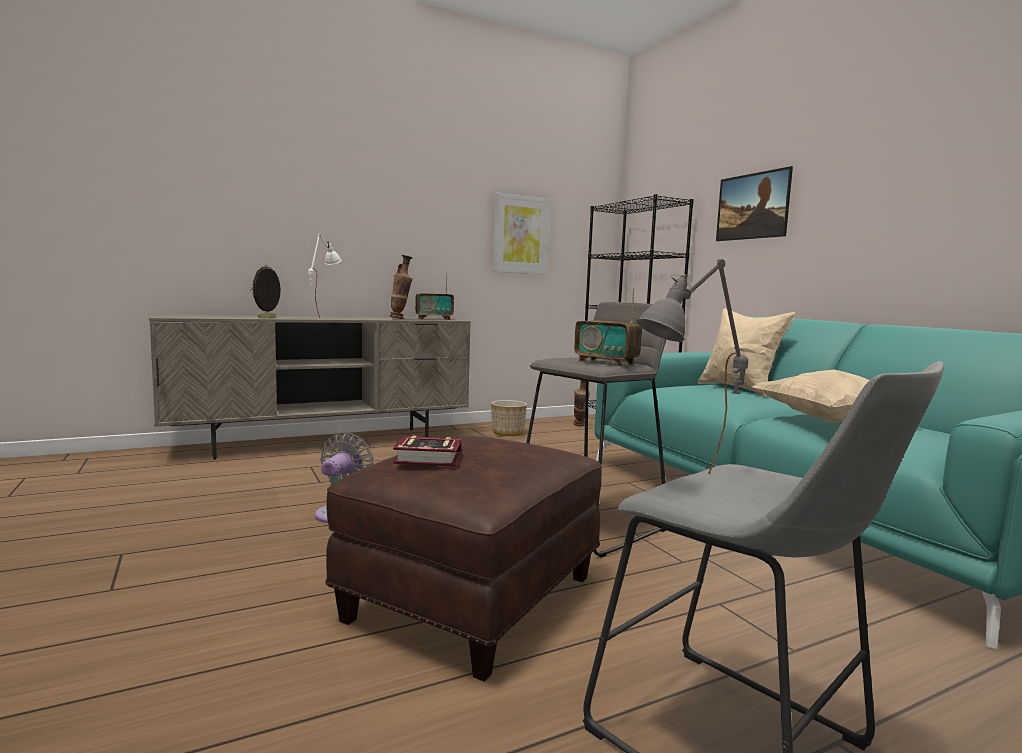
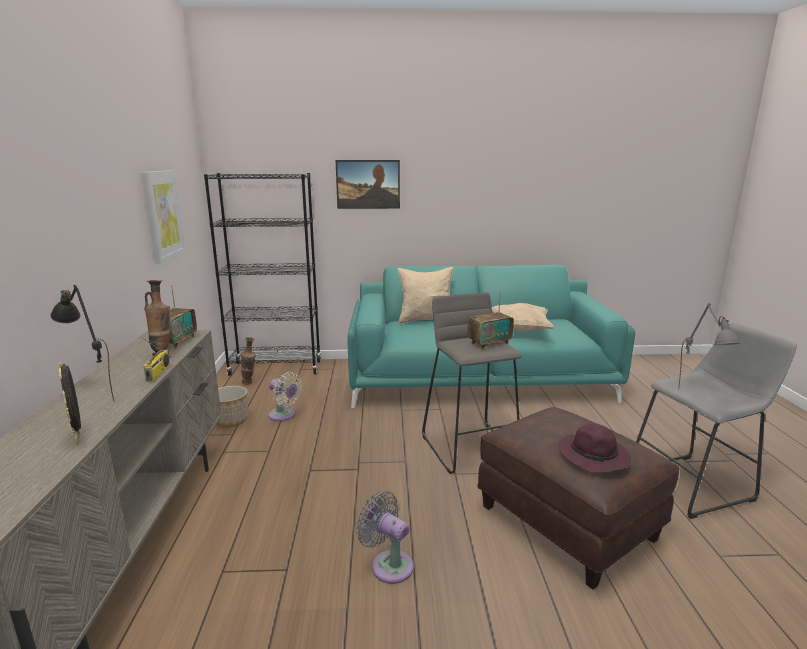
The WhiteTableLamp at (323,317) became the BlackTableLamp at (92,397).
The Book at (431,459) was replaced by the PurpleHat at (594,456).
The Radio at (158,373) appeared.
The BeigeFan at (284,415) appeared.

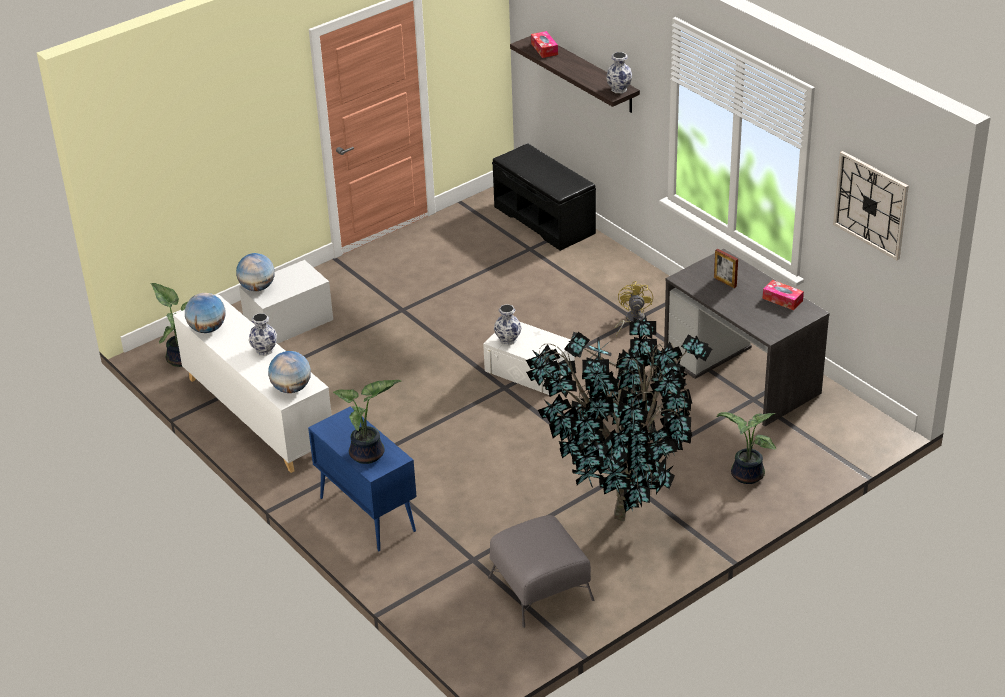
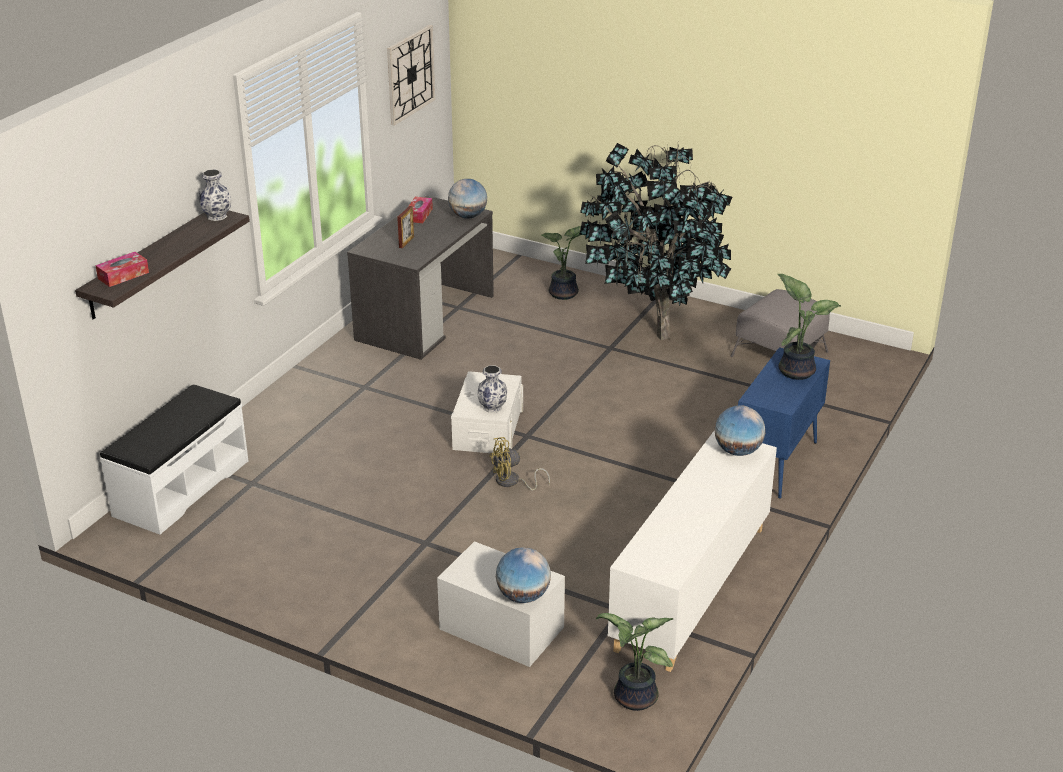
The Globe moved from (207,329) to (468,216).
The Vase at (264,350) disappeared.
The BlackBench at (545,220) became the WhiteBench at (180,487).
The YellowFan moved from (631,320) to (512,482).

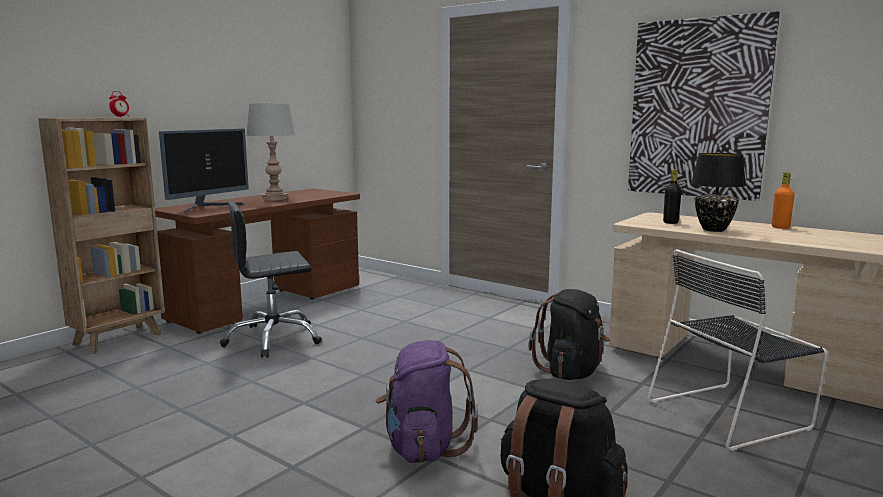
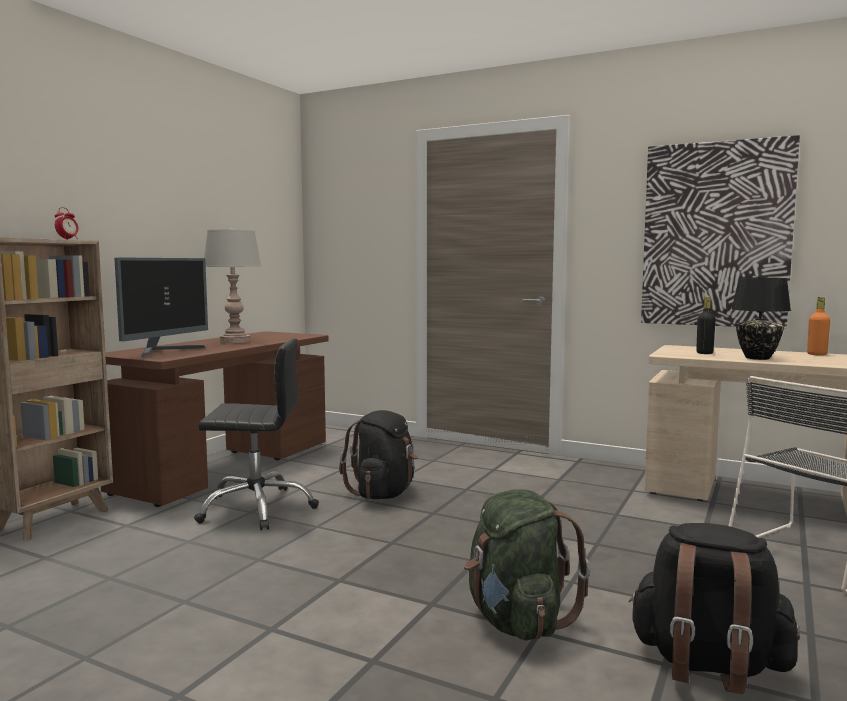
The BlackOfficeChair at (273,339) turned 150 degrees counterclockwise.
The PurpleBackpack at (423,447) became the GreenBackpack at (517,621).
The BlackBackpack moved from (571,372) to (383,494).

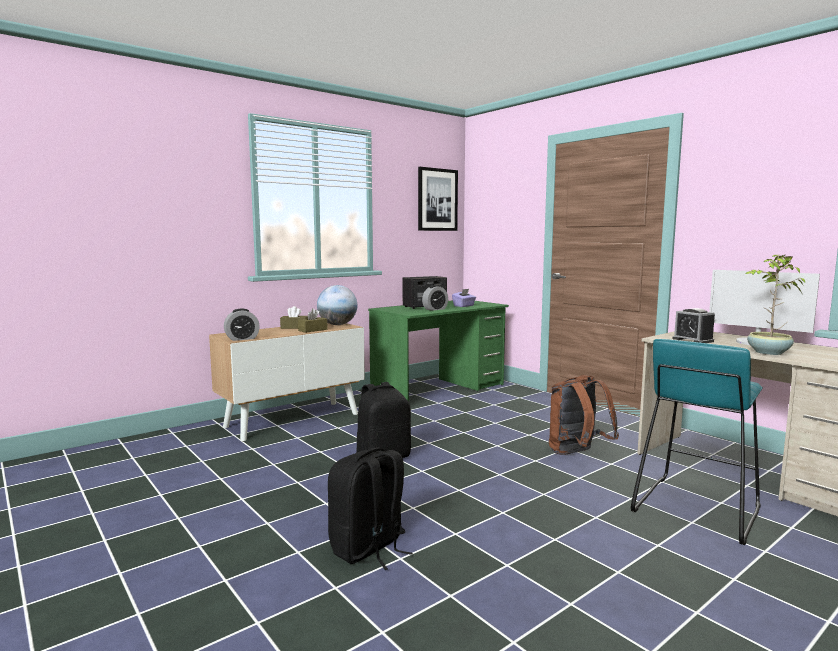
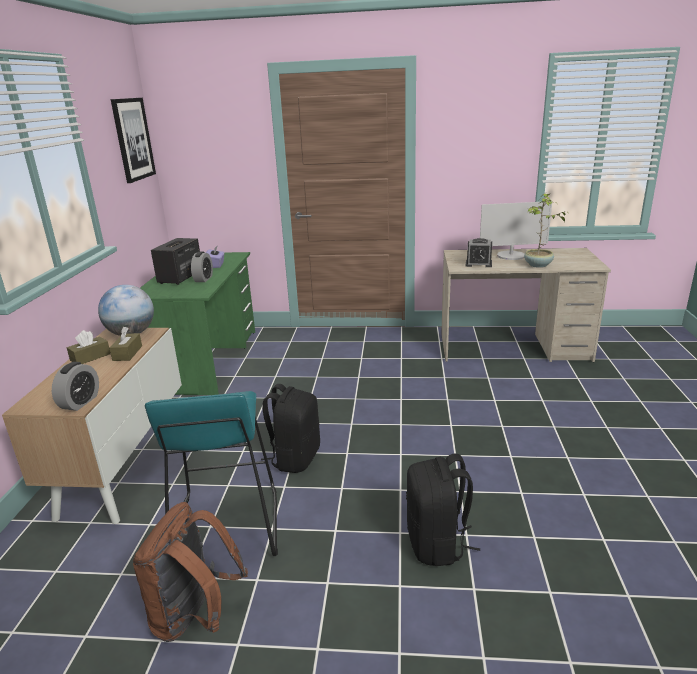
The BrownBackpack moved from (577,454) to (195,617).
The TurquoiseStool moved from (695,508) to (226,526).

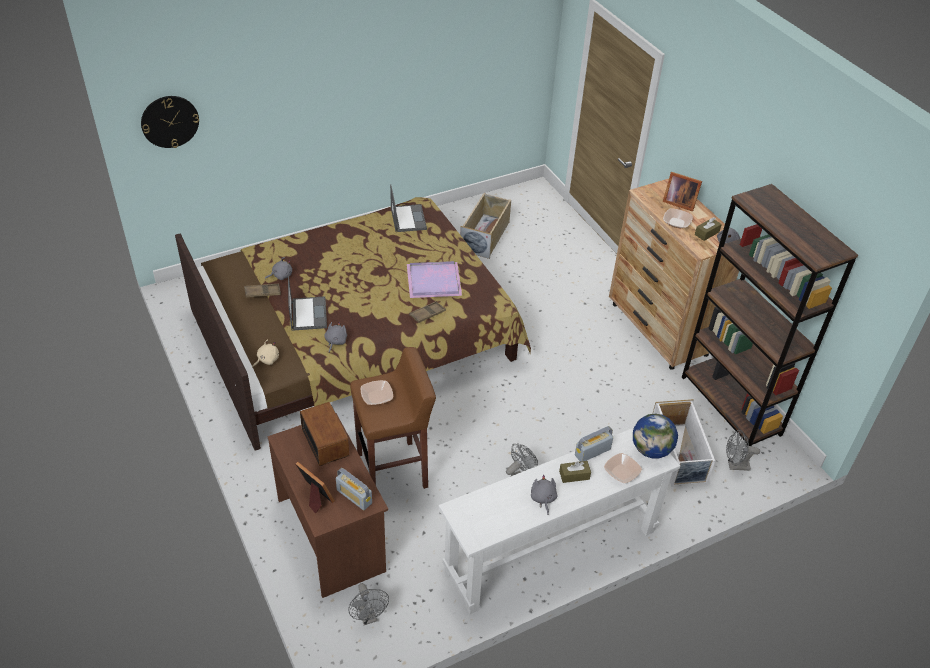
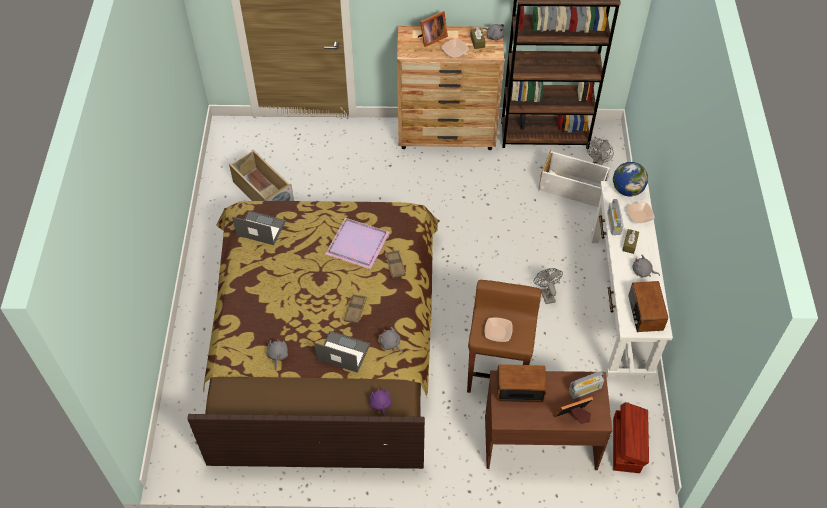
The WallClock at (170,121) disappeared.
The BrownTray moved from (262,292) to (355,310).
The BeigePlushToy at (267,360) became the PurplePlushToy at (380,405).
The GreyFan at (368,617) was replaced by the BrownStorageBox at (627,444).
The Radio at (644,313) appeared.

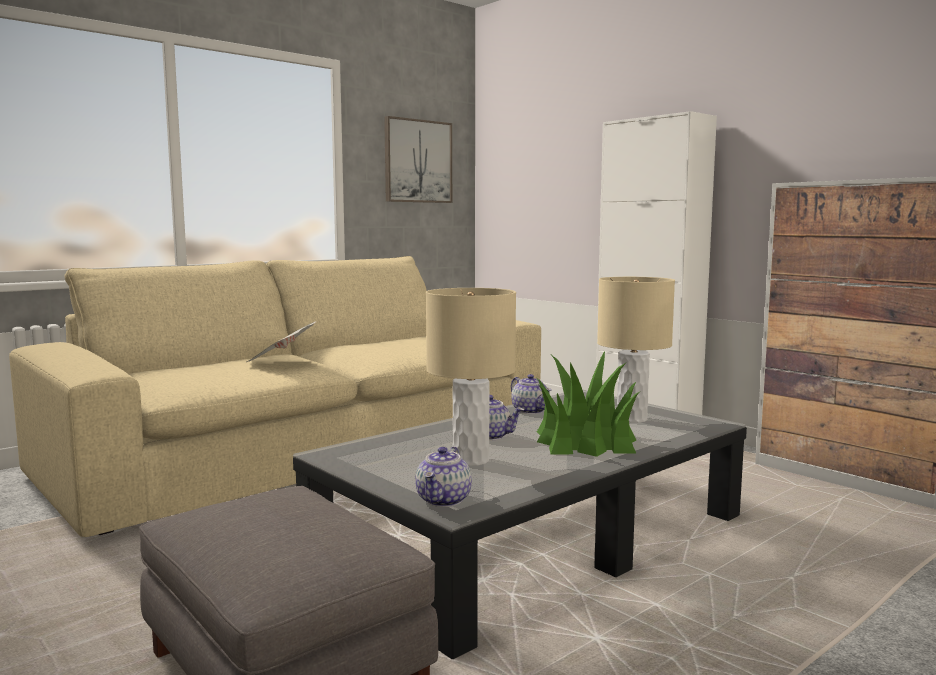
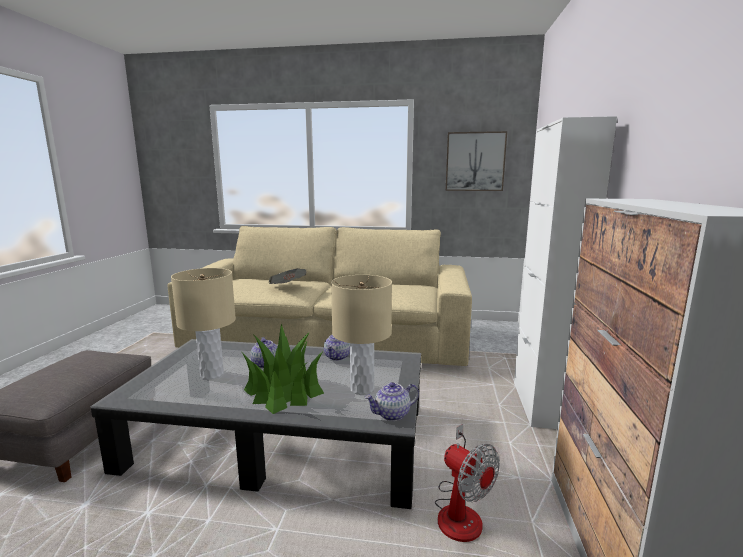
The Teapot moved from (444,500) to (392,414).
The Fan at (460,511) appeared.

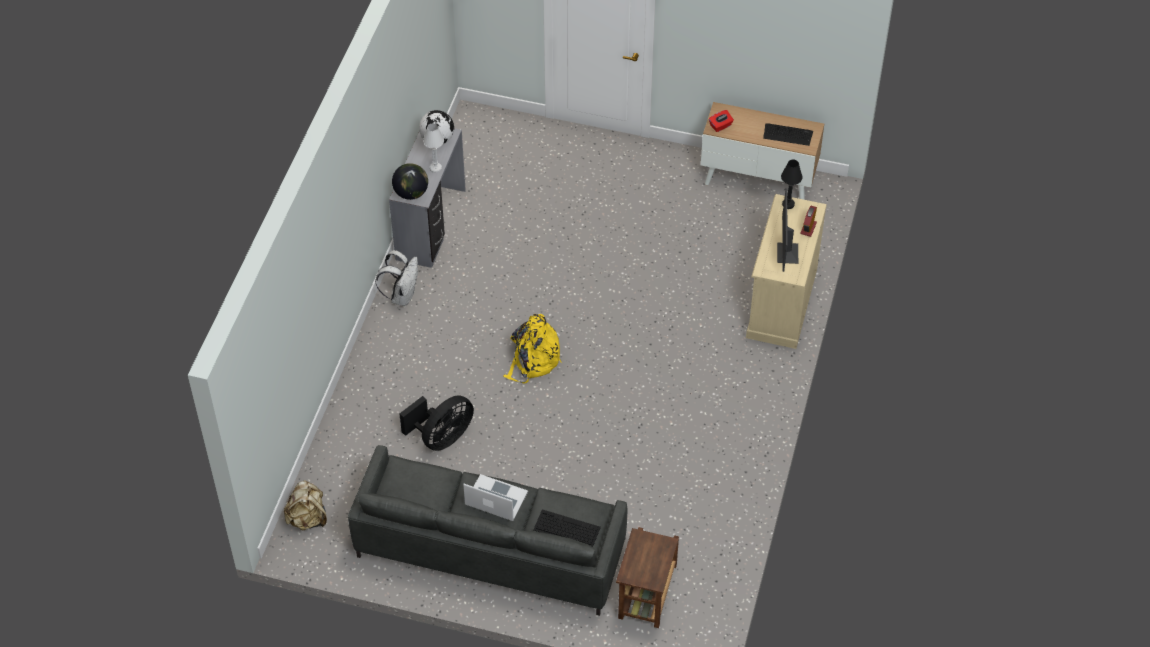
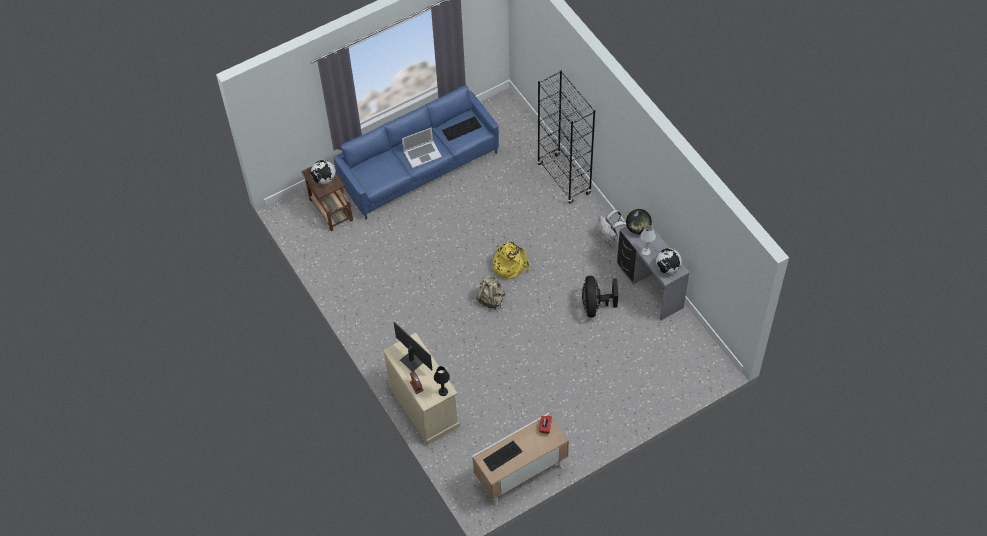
The BeigeBackpack moved from (307,518) to (491,299).
The GreySofa at (490,548) became the BlueSofa at (420,169).
The BlackFan moved from (442,437) to (595,306).
The Keyboard moved from (566,528) to (462,128).
The Globe at (324,179) appeared.
The BlackBookcase at (564,179) appeared.

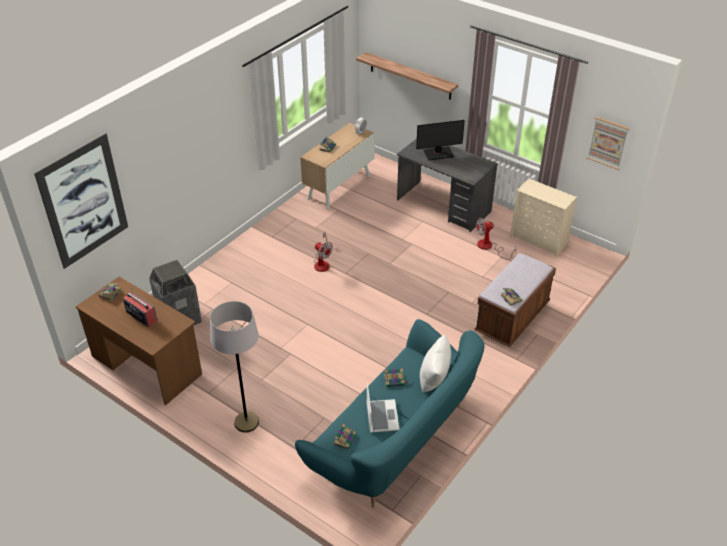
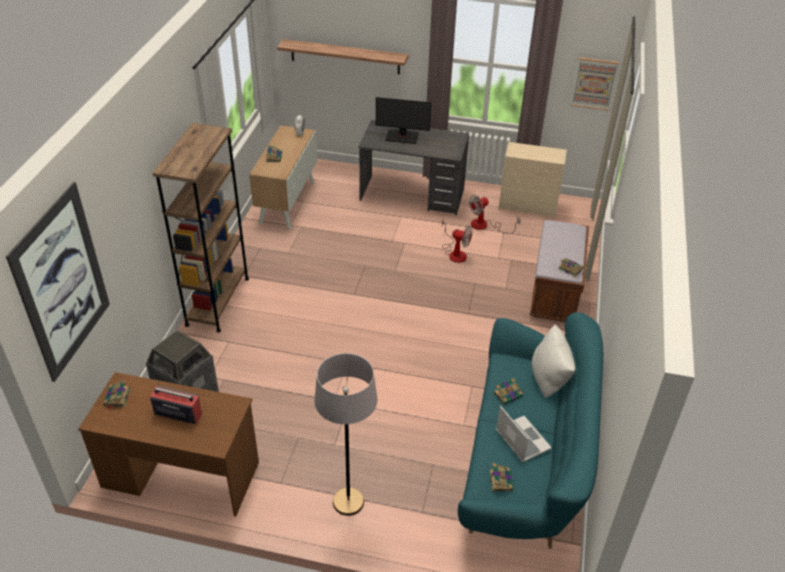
The Fan moved from (322,262) to (455,253).
The Monitor at (438,153) turned 45 degrees clockwise.
The BrownBookcase at (218,301) appeared.

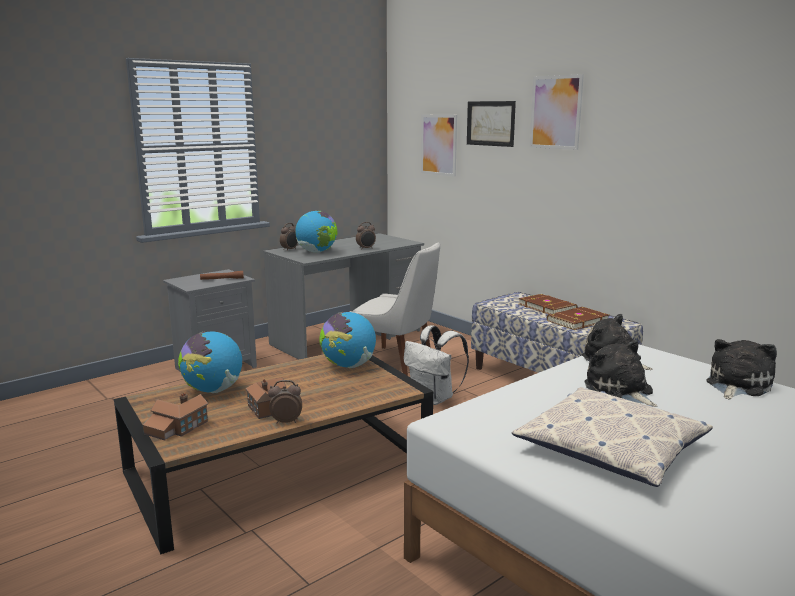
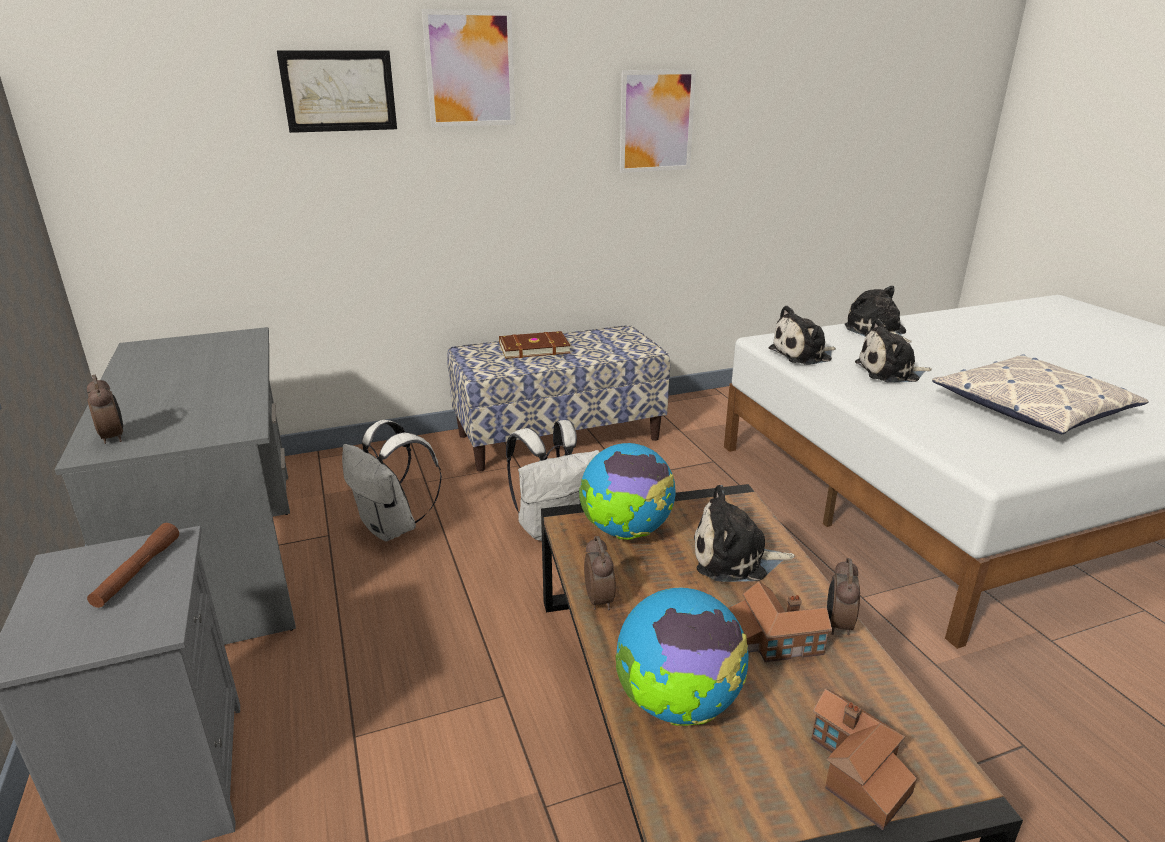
The Globe at (317,252) disappeared.
The WhiteChair at (397,362) was replaced by the WhiteBackpack at (393,528).
The AlarmClock moved from (366,248) to (600,600).
The Picture moved from (439,145) to (656,121).
The BrownBook at (576,321) disappeared.
The PlushToy at (735,559) appeared.

